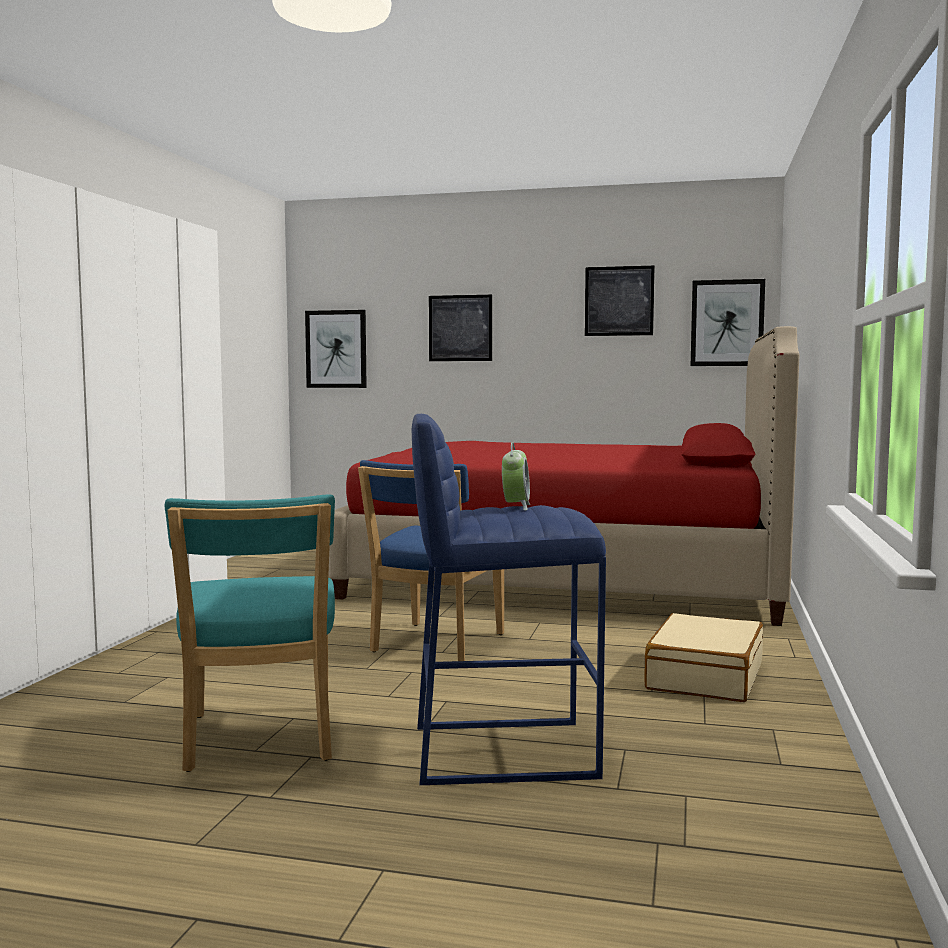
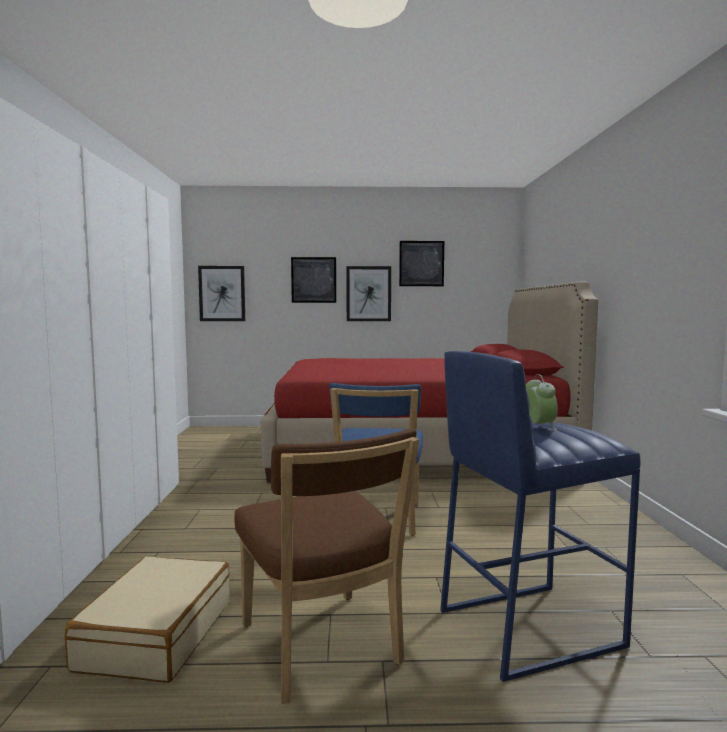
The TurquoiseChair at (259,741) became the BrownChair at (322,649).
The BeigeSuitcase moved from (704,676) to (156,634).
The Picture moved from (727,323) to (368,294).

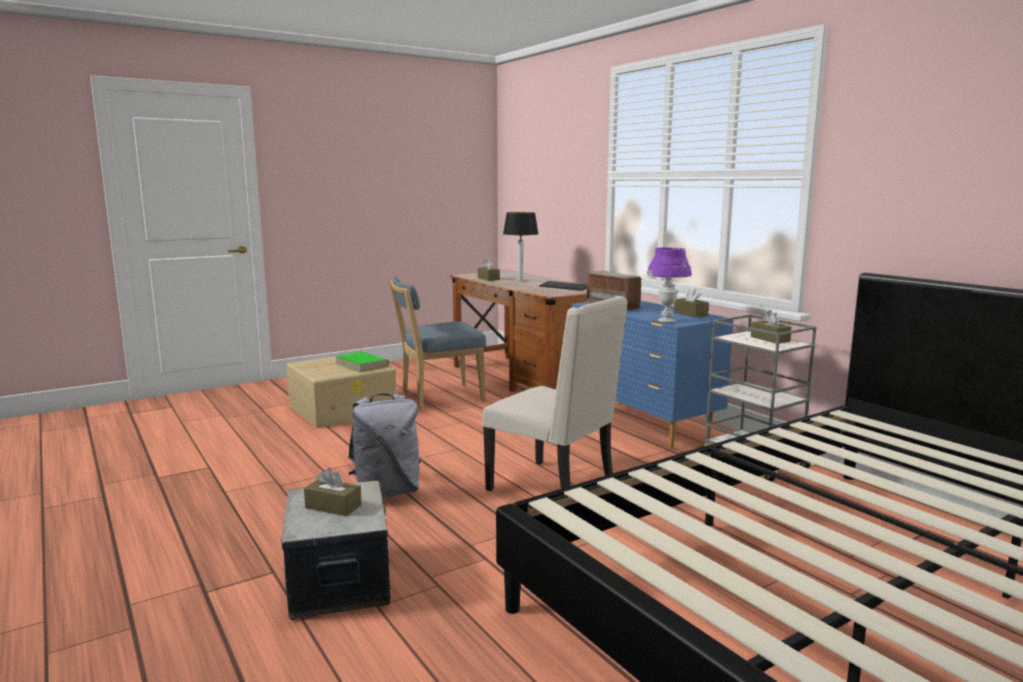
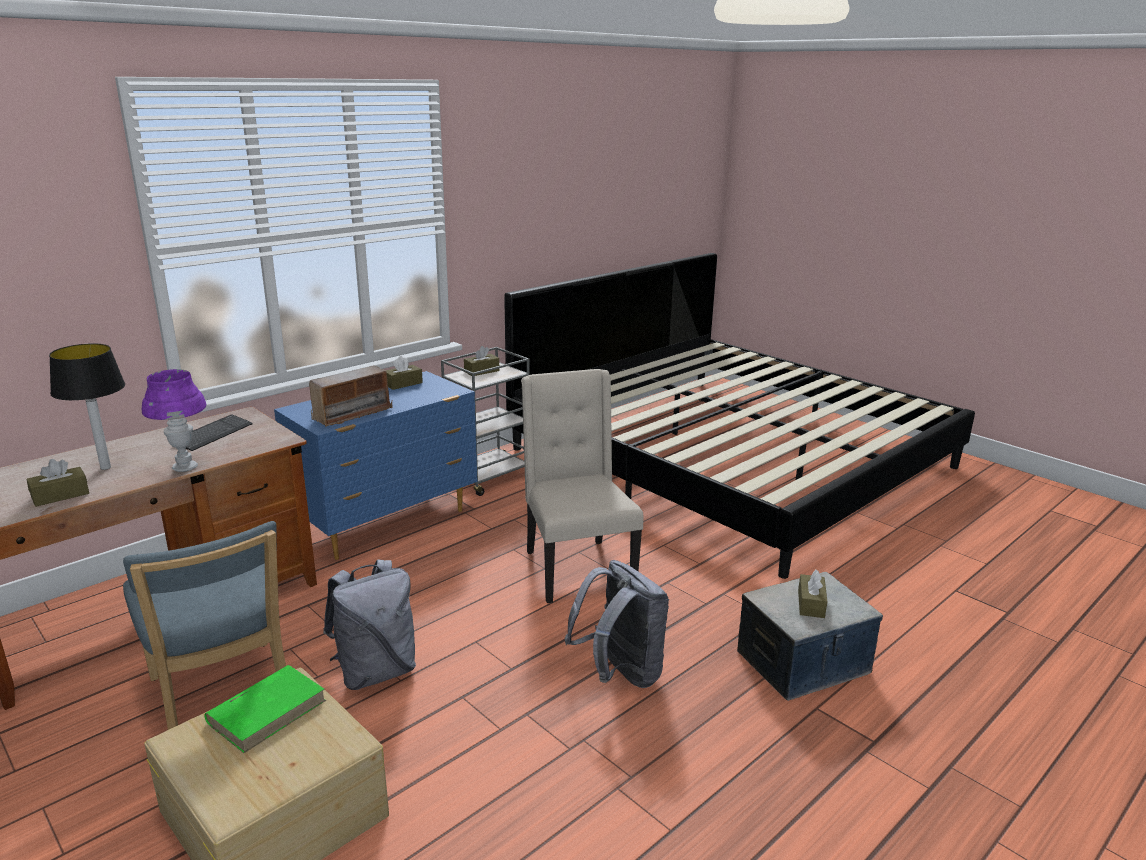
The BeigeChair at (554,488) turned 45 degrees counterclockwise.
The PurpleTableLamp moved from (666,321) to (184,467).
The GreyBackpack at (376,671) appeared.

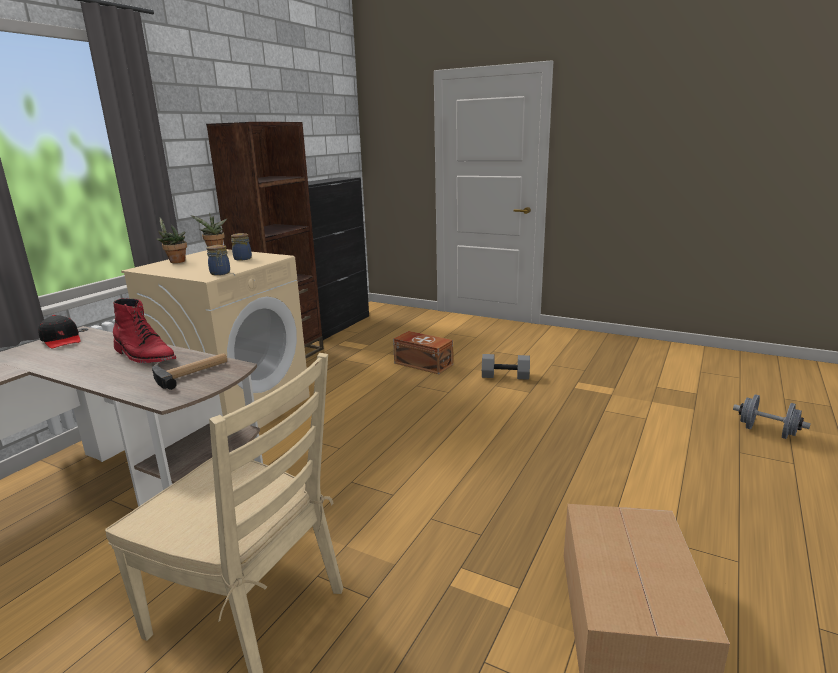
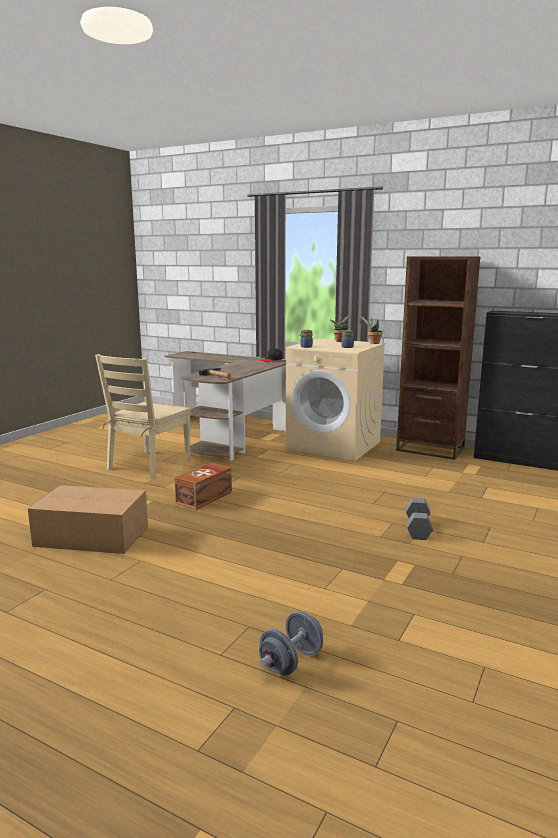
The RedBoot at (144,356) disappeared.
The BrownStorageBox moved from (423,363) to (205,497).

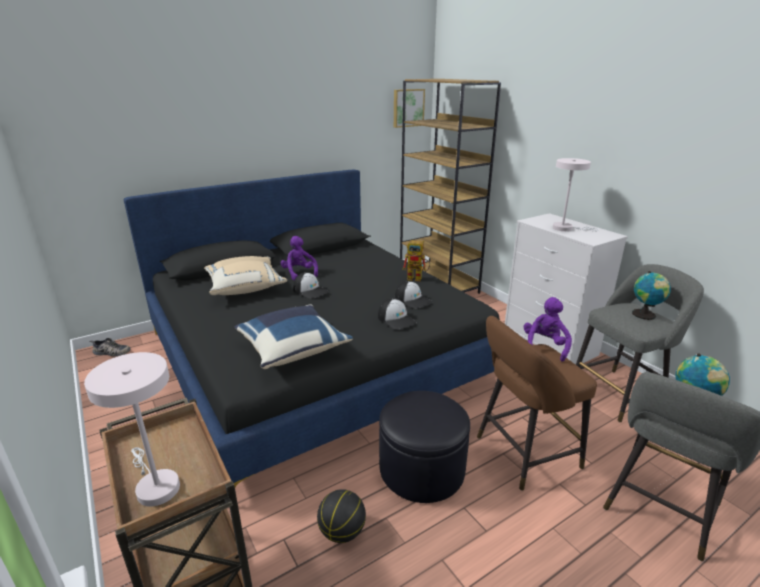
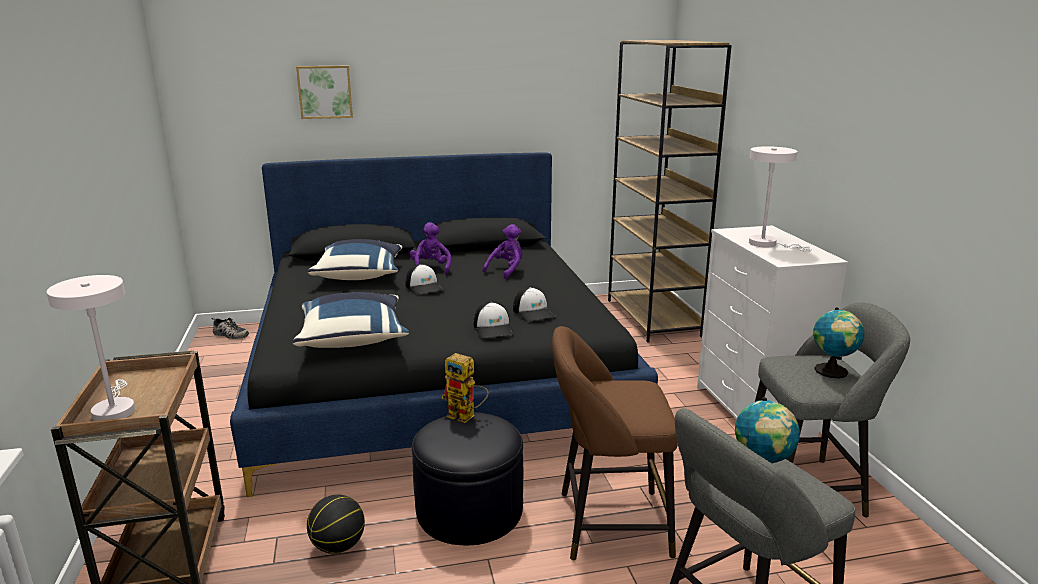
The BeigePillow at (245,288) became the BluePillow at (360,275).
The Picture moved from (408,108) to (325,92).
The ToyRobot moved from (418,278) to (467,416).
The PurplePlushToy moved from (544,347) to (506,270).

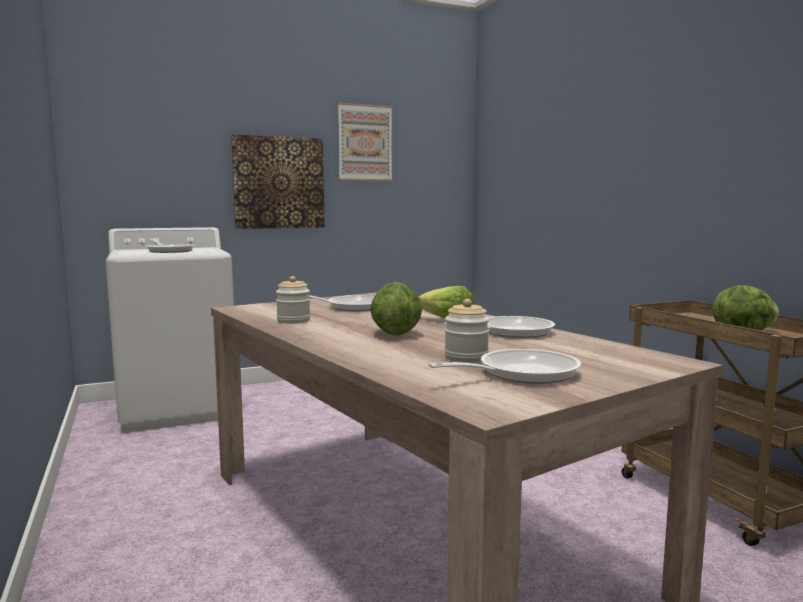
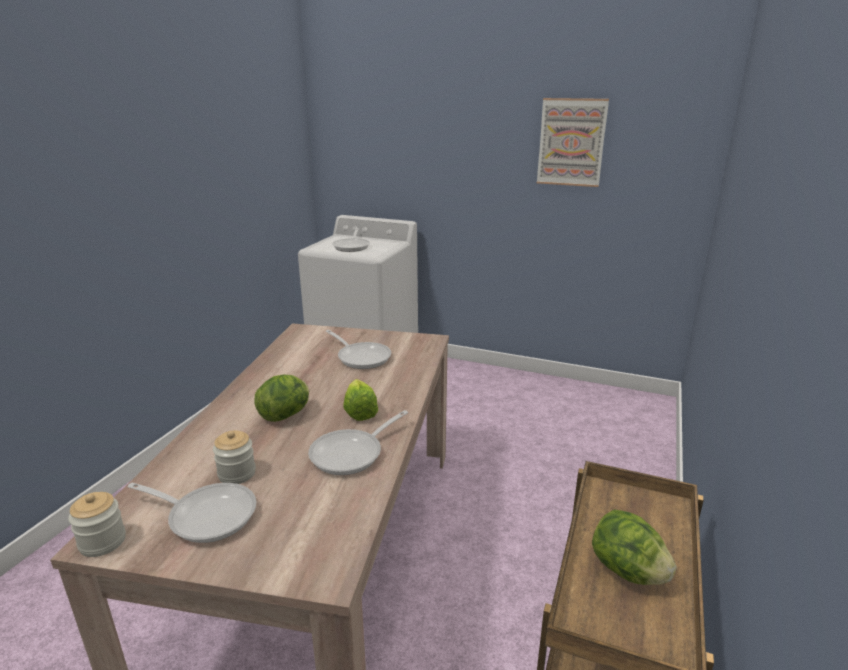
The Picture at (279,183) disappeared.
The Jar moved from (293,321) to (102,542).
The FryingPan at (509,332) turned 120 degrees clockwise.

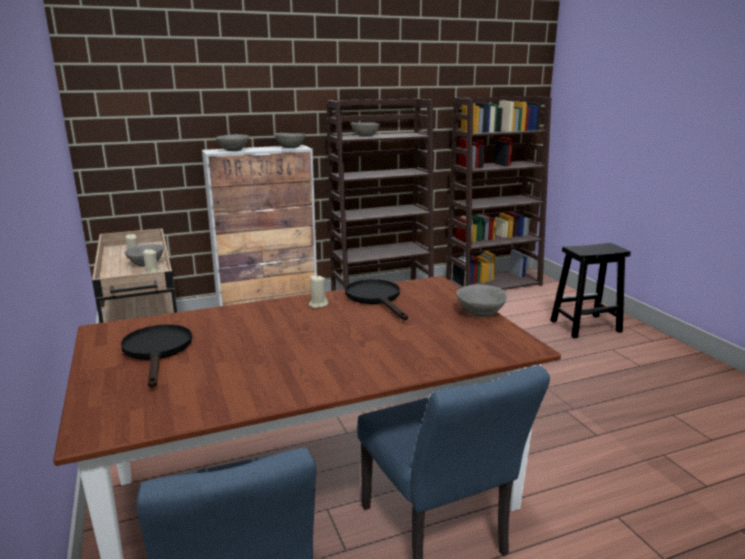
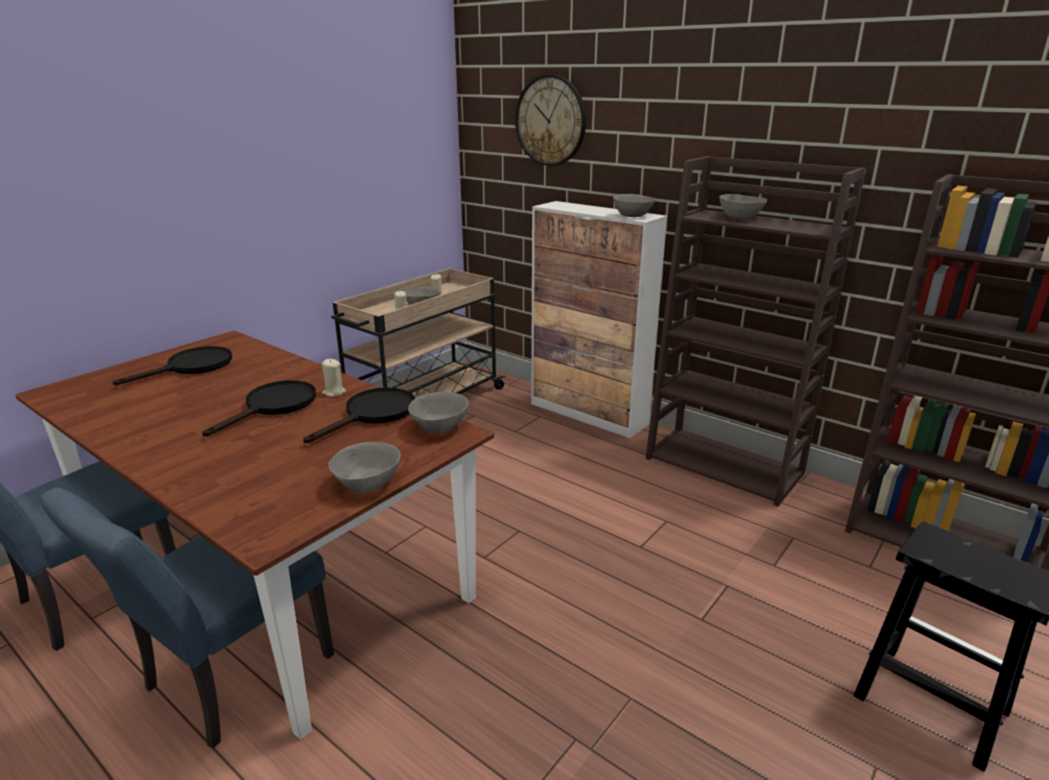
The GreyBowl moved from (233,150) to (439,427).
The BlackFryingPan at (274,406) appeared.
The WallClock at (550,121) appeared.

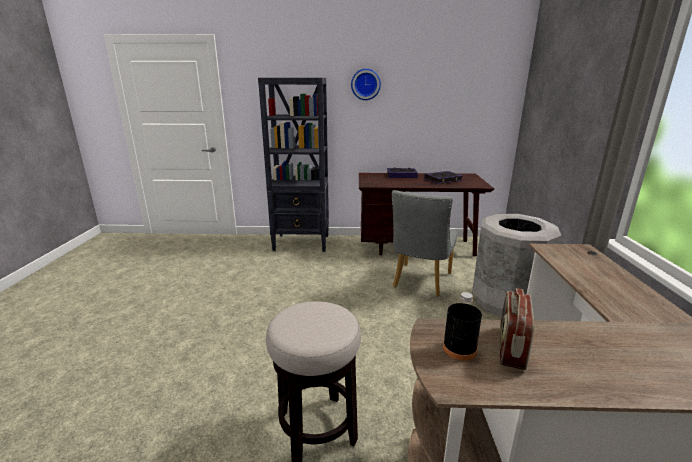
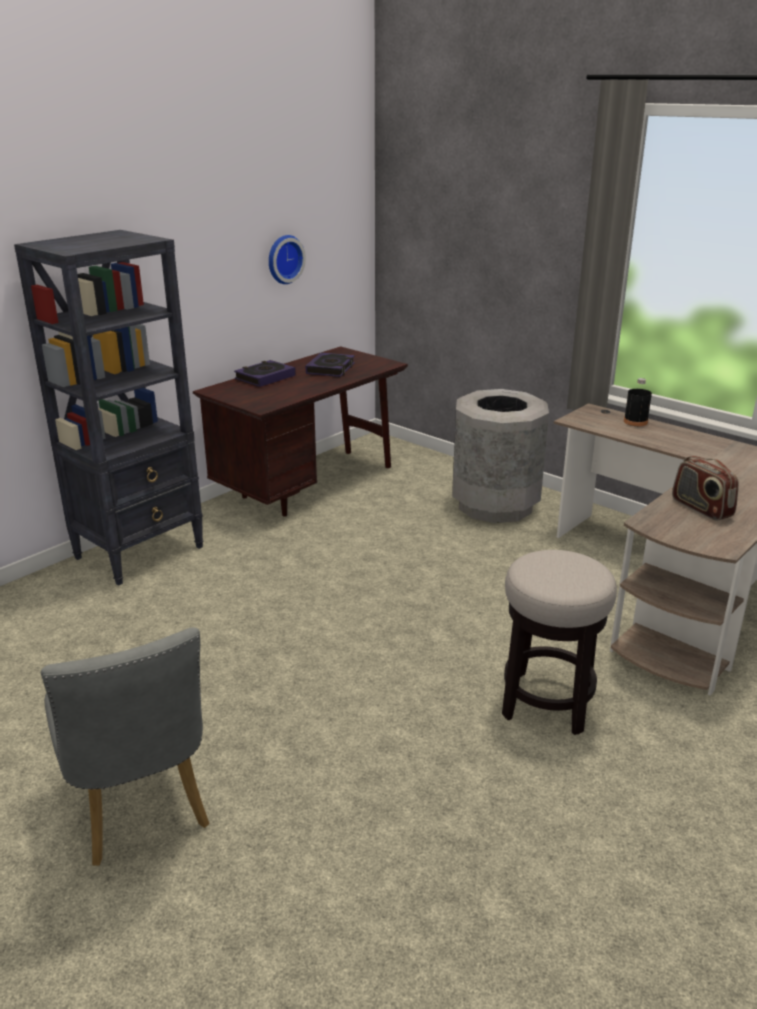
The WallClock moved from (365,84) to (283,259).
The GreyChair moved from (420,282) to (141,810).
The BlackBottle moved from (459,349) to (635,422).

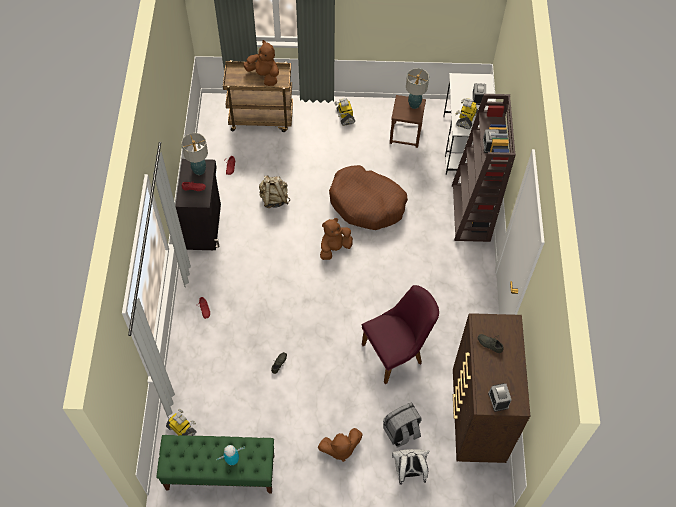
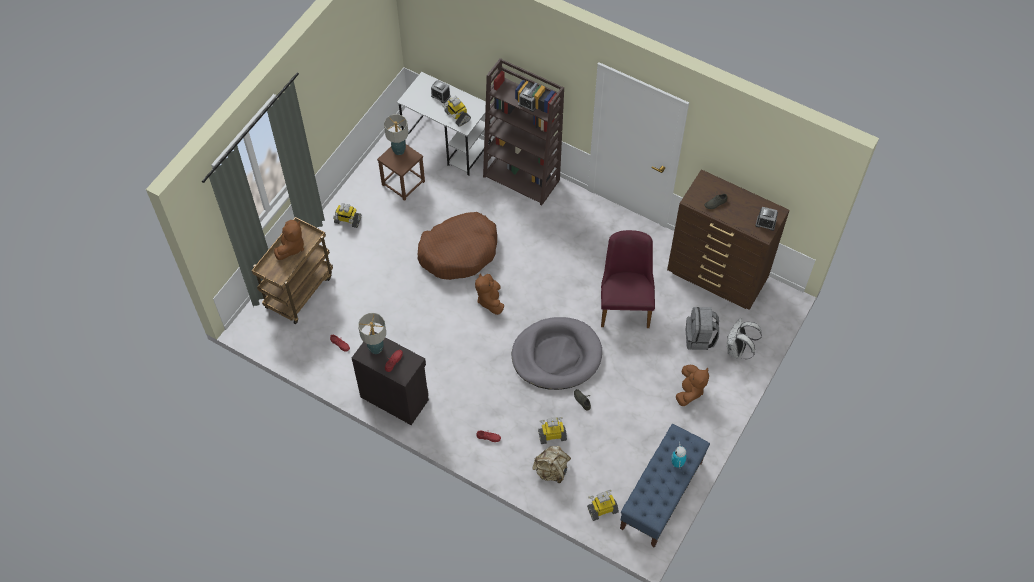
The GreenBench at (220,472) became the BlueBench at (661,495).
The BrownPlushToy at (264,75) turned 135 degrees clockwise.
The BeigeBackpack moved from (274,199) to (551,470).
The GreyDogBed at (556,355) appeared.
The ToyRobot at (552,435) appeared.

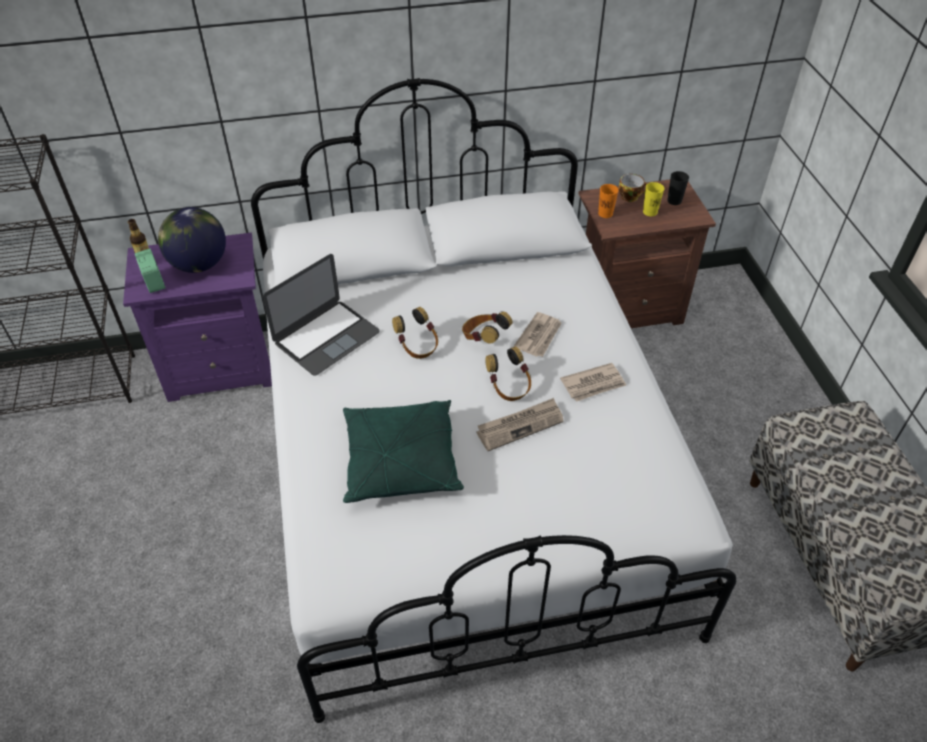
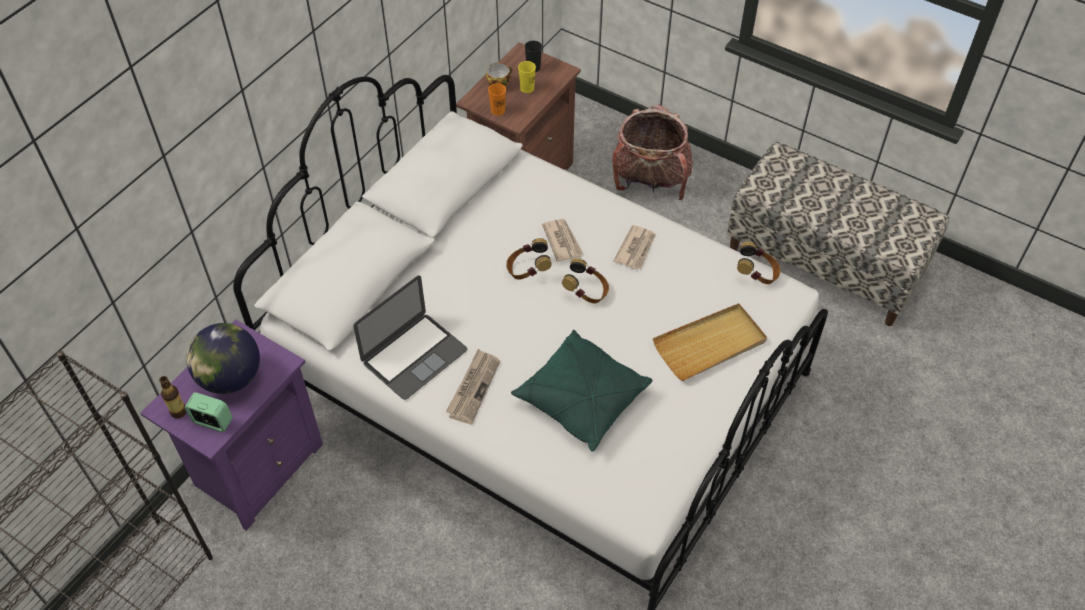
The Laptop at (326,337) turned 45 degrees clockwise.
The Headphones moved from (417,346) to (757,274).
The Newspaper moved from (520,425) to (473,387).
The Backpack at (650,181) appeared.
The BeigeTray at (710,344) appeared.

